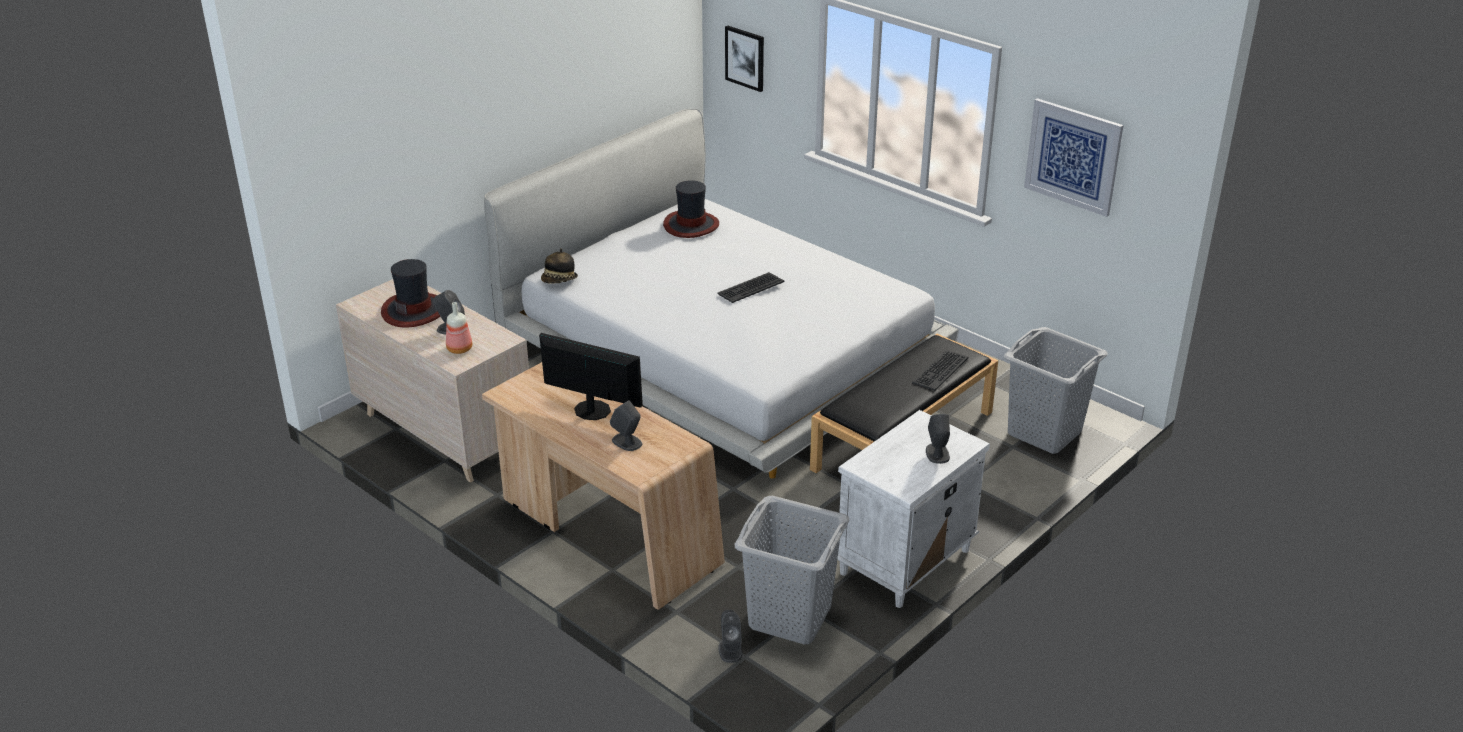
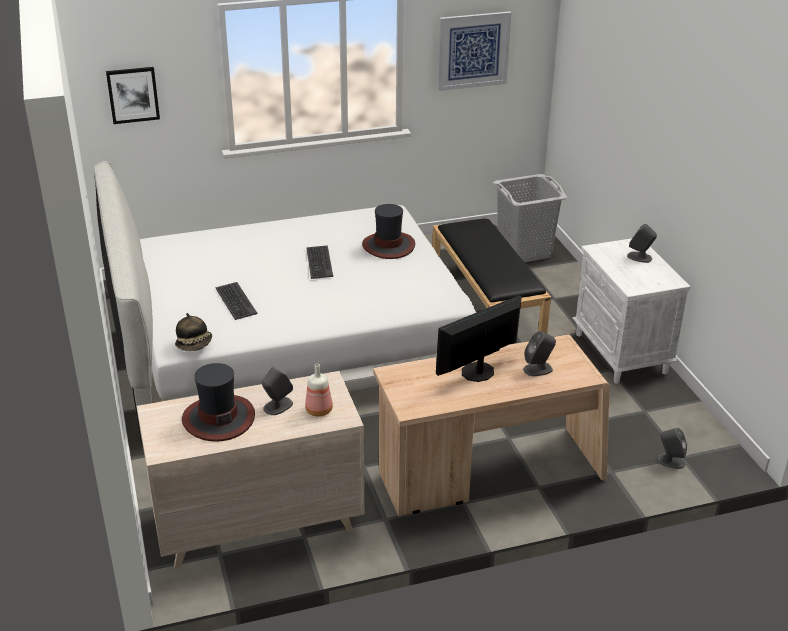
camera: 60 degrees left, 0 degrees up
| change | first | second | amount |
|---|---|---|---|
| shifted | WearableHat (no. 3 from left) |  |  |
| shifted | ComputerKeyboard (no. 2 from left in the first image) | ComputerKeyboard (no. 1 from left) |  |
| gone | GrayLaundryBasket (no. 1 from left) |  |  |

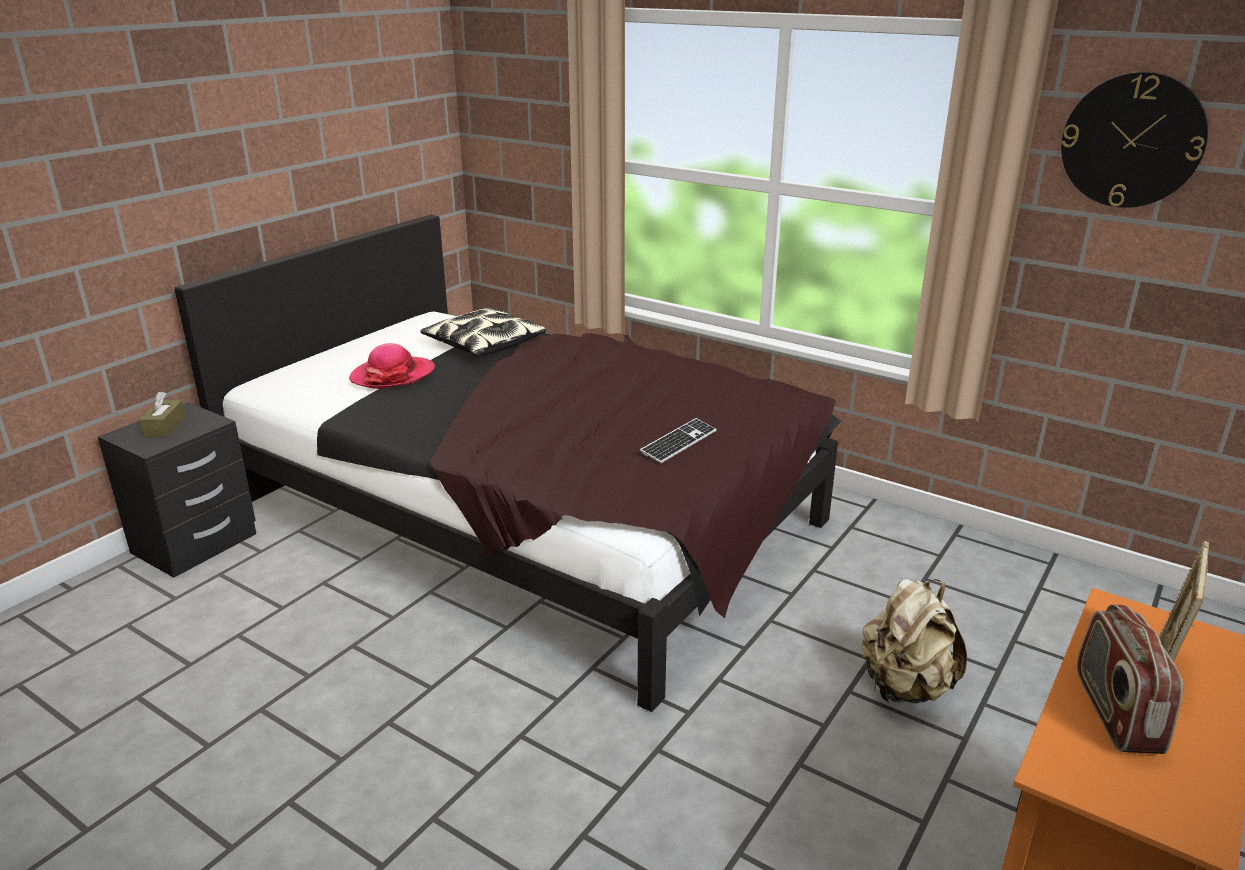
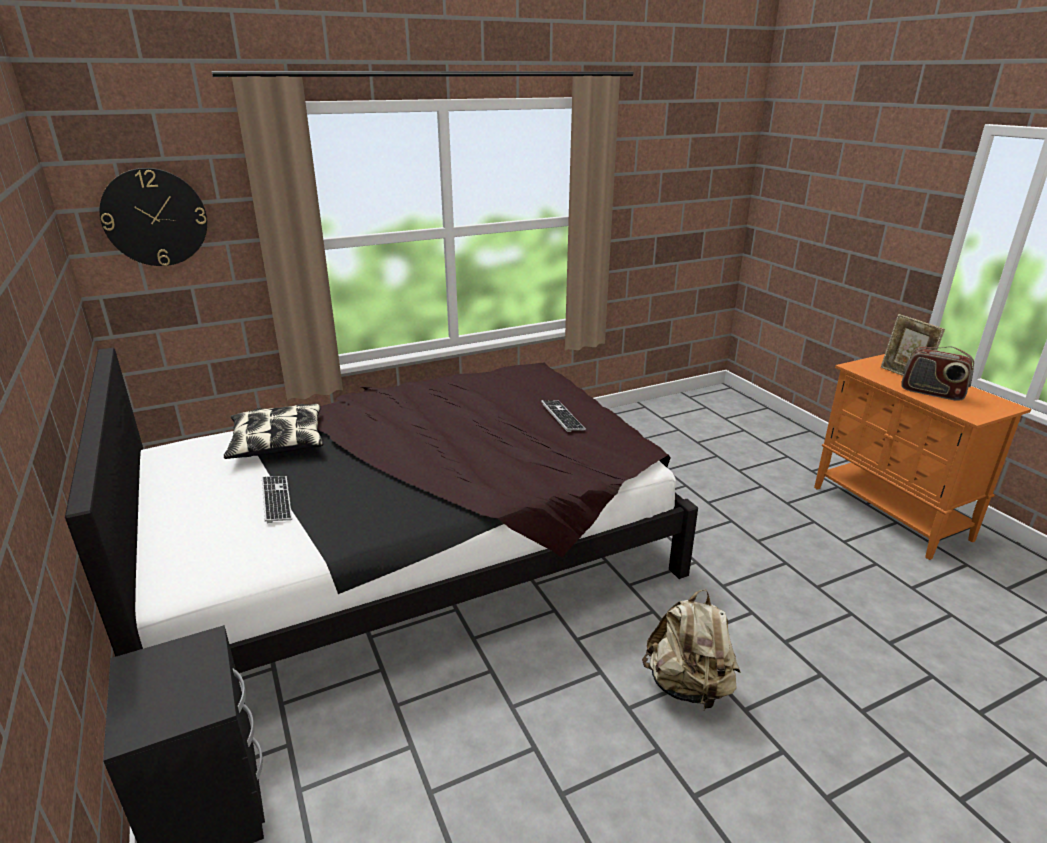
camera: 60 degrees left, 0 degrees up
| change | first | second | amount |
|---|---|---|---|
| shifted | ClockOnTheWall |  |  |
| swapped | WearableHat | ComputerKeyboard (no. 1 from left) |  |
| gone | BrownishTissueBox |  |  |
| shifted | BeigeColouredKnapsack |  |  |

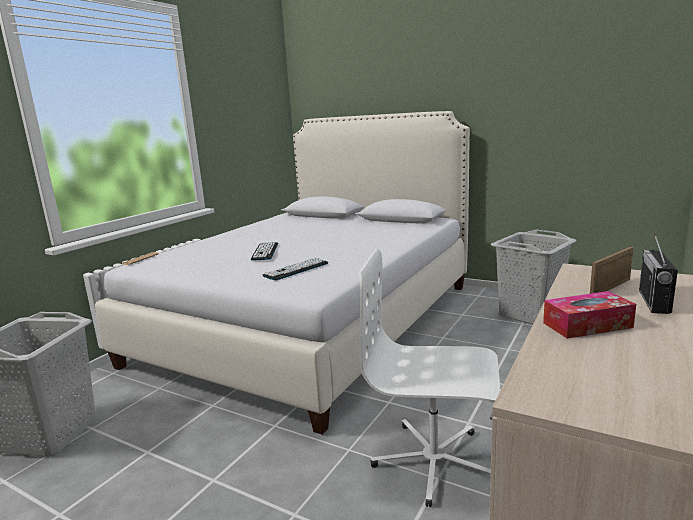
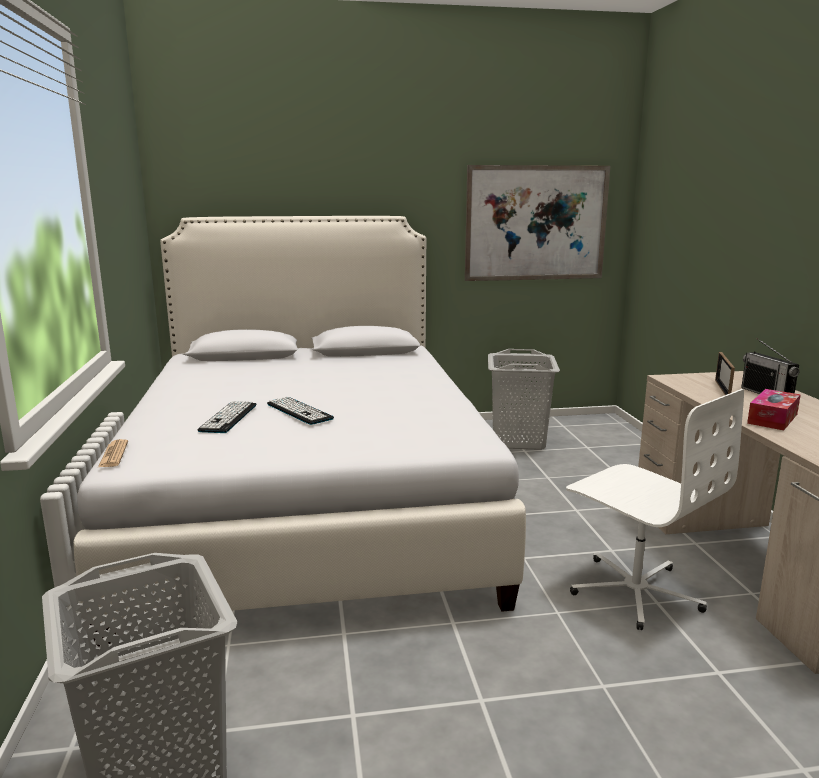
camera: 40 degrees left, 0 degrees up
| change | first | second | amount |
|---|---|---|---|
| rotated | WhiteColouredComputerChair |  | 105 degrees counterclockwise |
| shifted | ComputerKeyboard (no. 2 from left in the first image) | ComputerKeyboard (no. 1 from left) |  |
| new |  | WallArt |  |

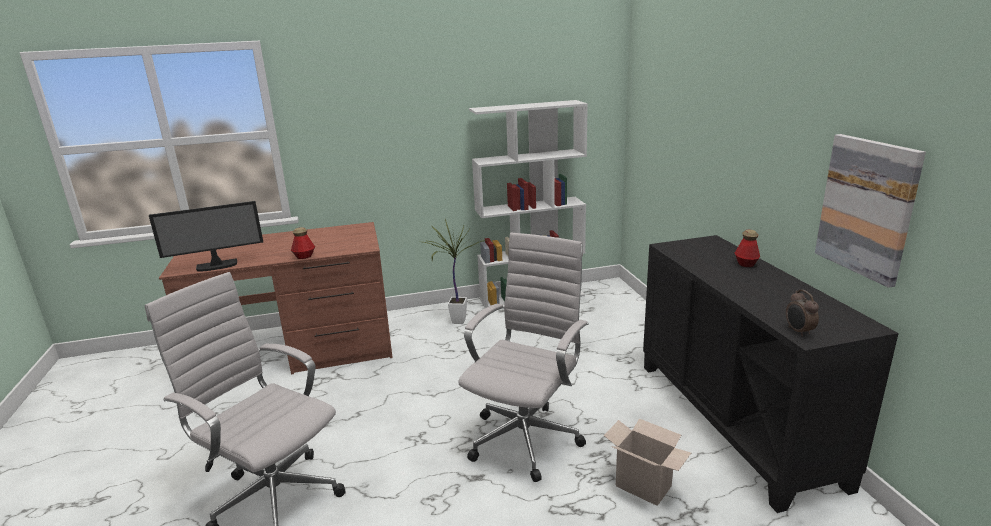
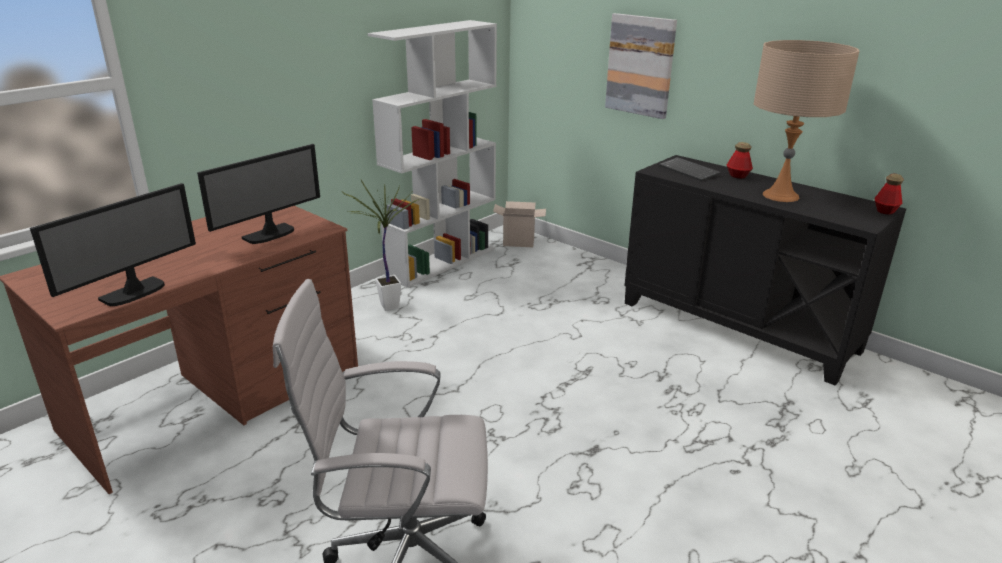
camera: 35 degrees left, 5 degrees up
| change | first | second | amount |
|---|---|---|---|
| shifted | WallArt |  |  |
| shifted | BeverageBottle (no. 1 from left in the first image) | BeverageBottle (no. 2 from left) |  |
| gone | WhiteColouredComputerChair (no. 2 from left) |  |  |
| gone | BedsideClock |  |  |
| shifted | Carton |  |  |
| new |  | BeigeColouredLampForATable |  |
| new |  | ComputerScreen (no. 2 from left) |  |
| new |  | ComputerKeyboard |  |

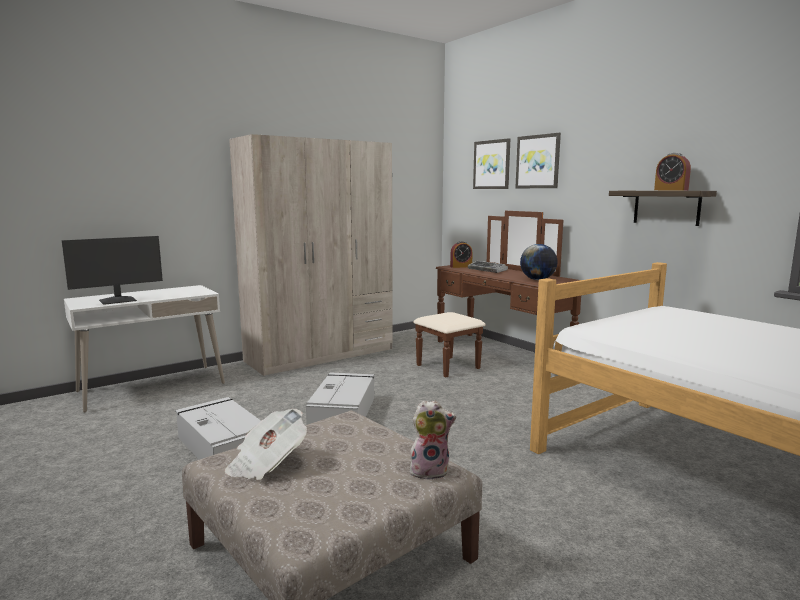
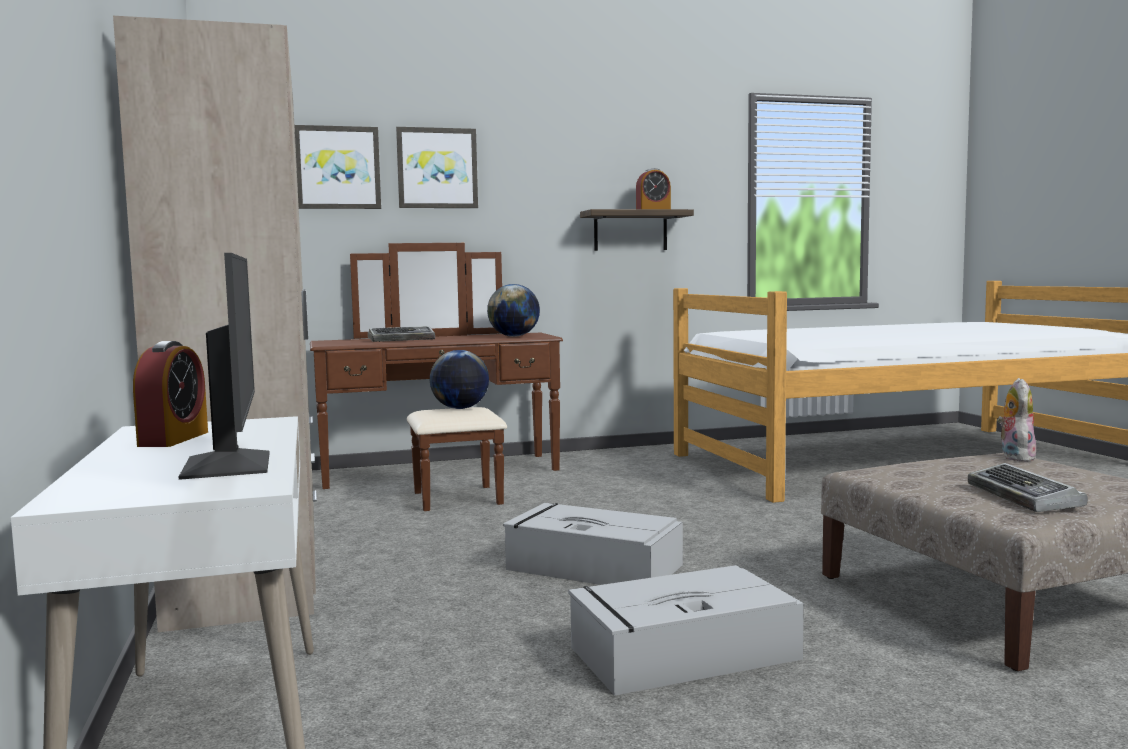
camera: 70 degrees left, 5 degrees down
| change | first | second | amount |
|---|---|---|---|
| shifted | BedsideClock (no. 1 from left) |  |  |
| swapped | DailyPaper | ComputerKeyboard (no. 2 from left) |  |
| new |  | Globe (no. 1 from left) |  |

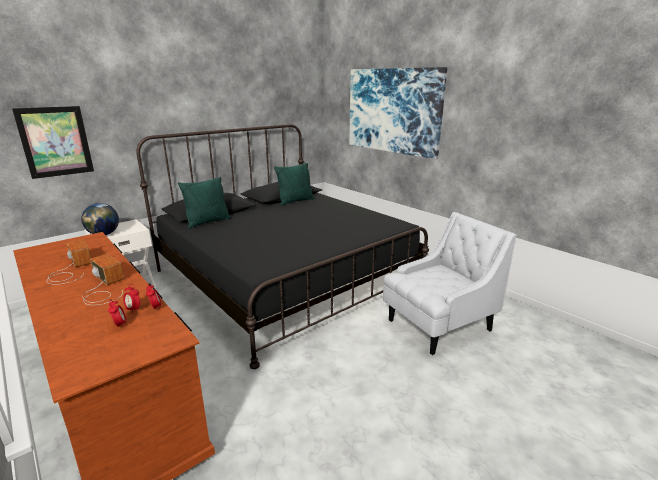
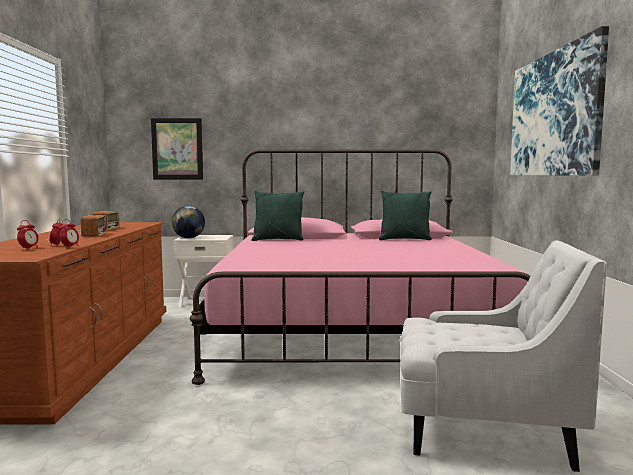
camera: 40 degrees right, 15 degrees down
| change | first | second | amount |
|---|---|---|---|
| repainted | BlackColouredSleepingBed | PinkSleepingBed |  |

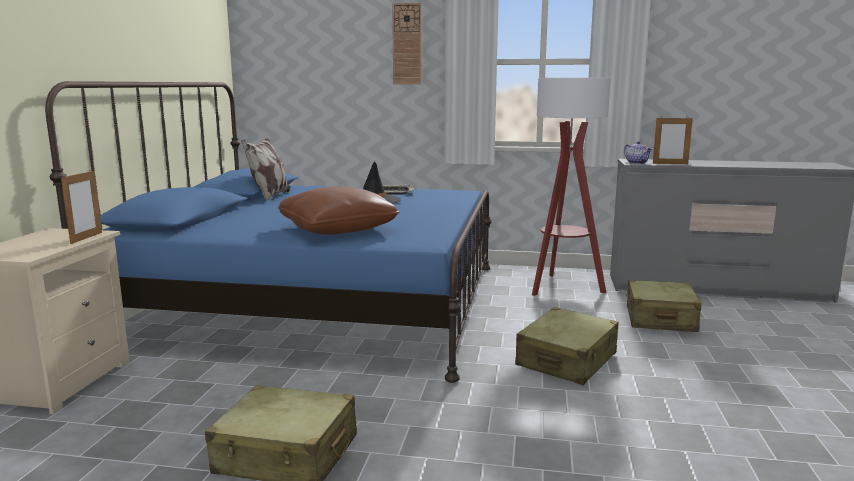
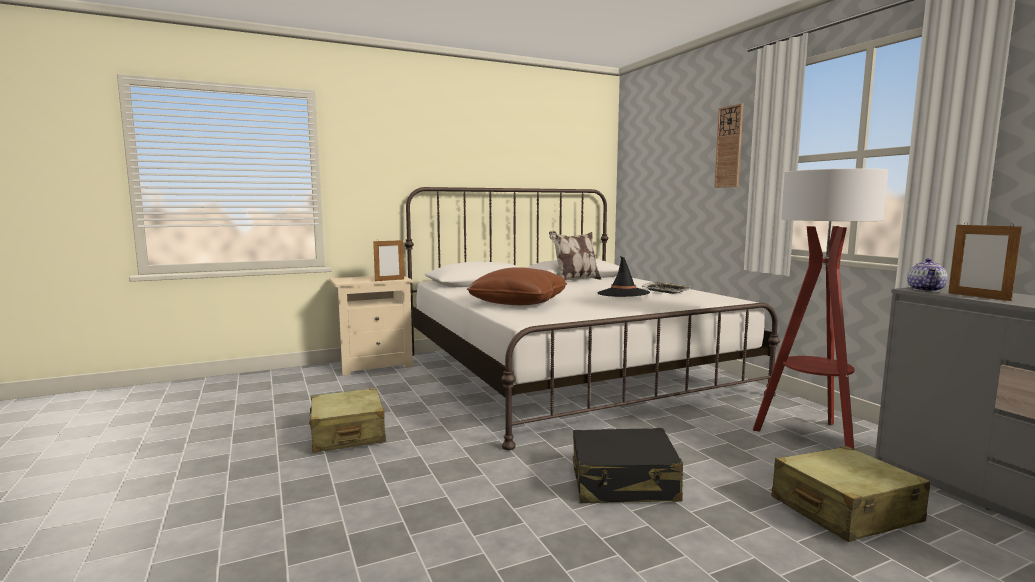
camera: 55 degrees right, 5 degrees down
| change | first | second | amount |
|---|---|---|---|
| repainted | BlueColouredSleepingBed | WhiteColouredSleepingBed |  |
| repainted | BeigeColouredSuitcase (no. 2 from left) | BlackColouredSuitcase |  |

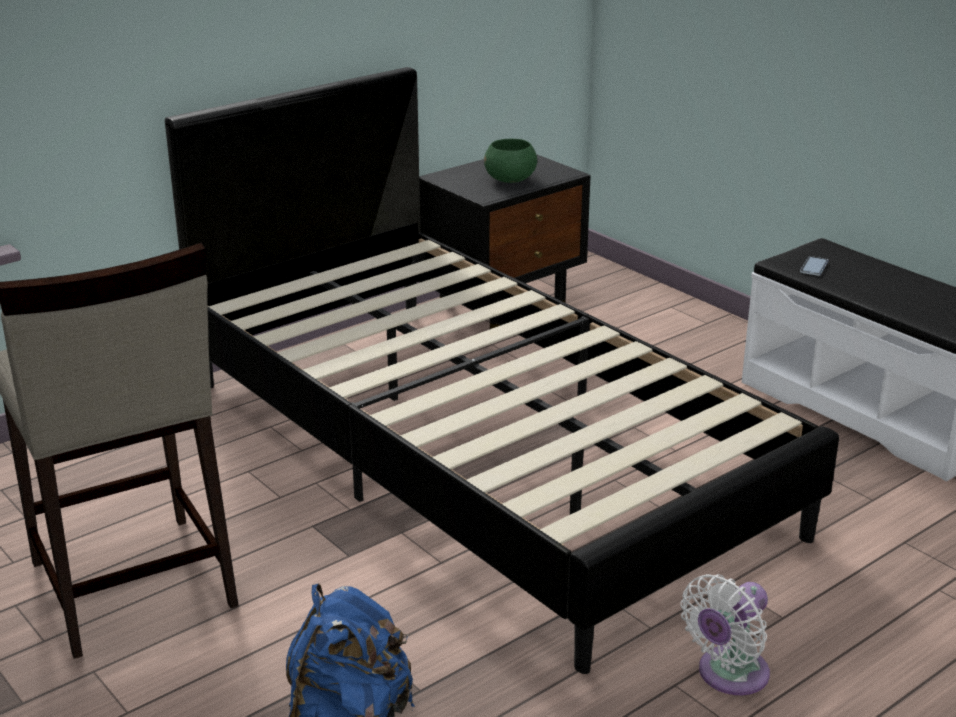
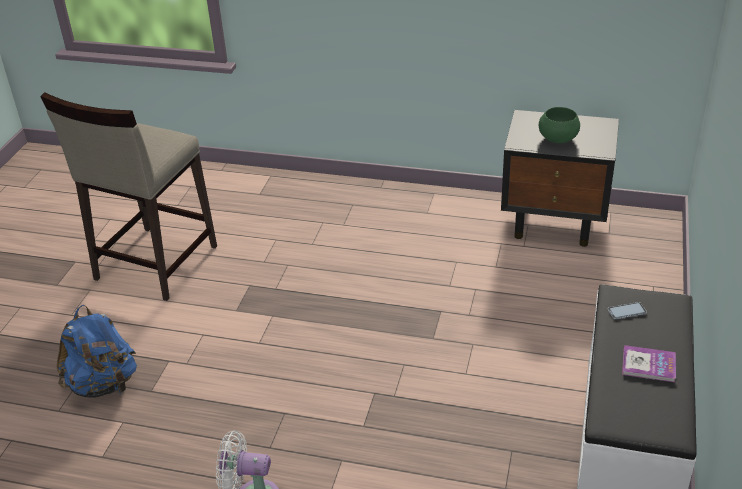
camera: 55 degrees right, 10 degrees up
| change | first | second | amount |
|---|---|---|---|
| gone | BlackColouredSleepingBed |  |  |
| new |  | Book |  |

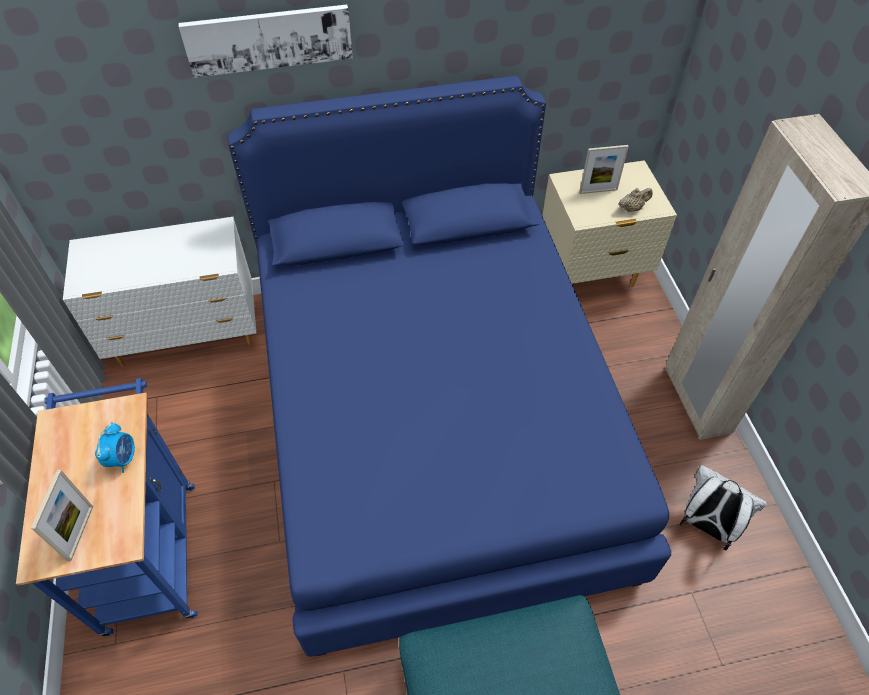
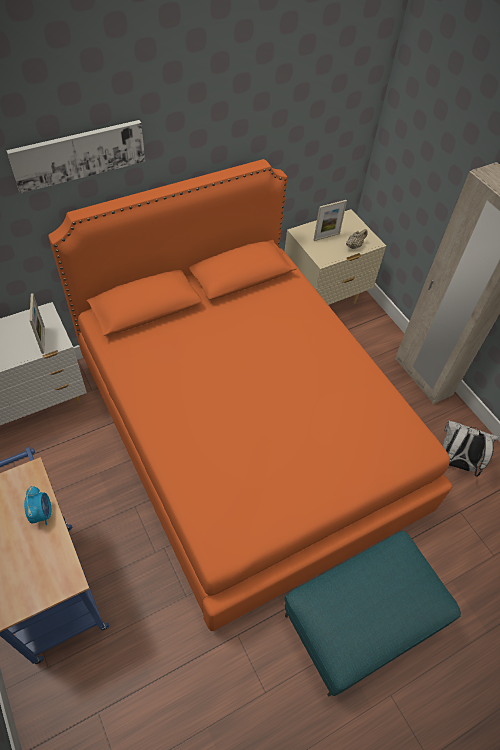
camera: 20 degrees left, 0 degrees up
| change | first | second | amount |
|---|---|---|---|
| repainted | BlueColouredSleepingBed | OrangeSleepingBed |  |
| shifted | StandingFrame (no. 1 from left) |  |  |

